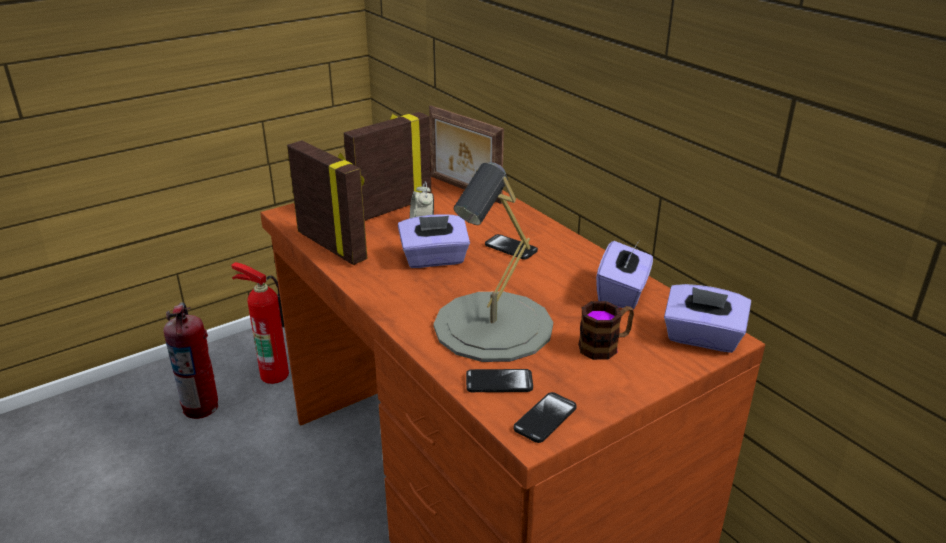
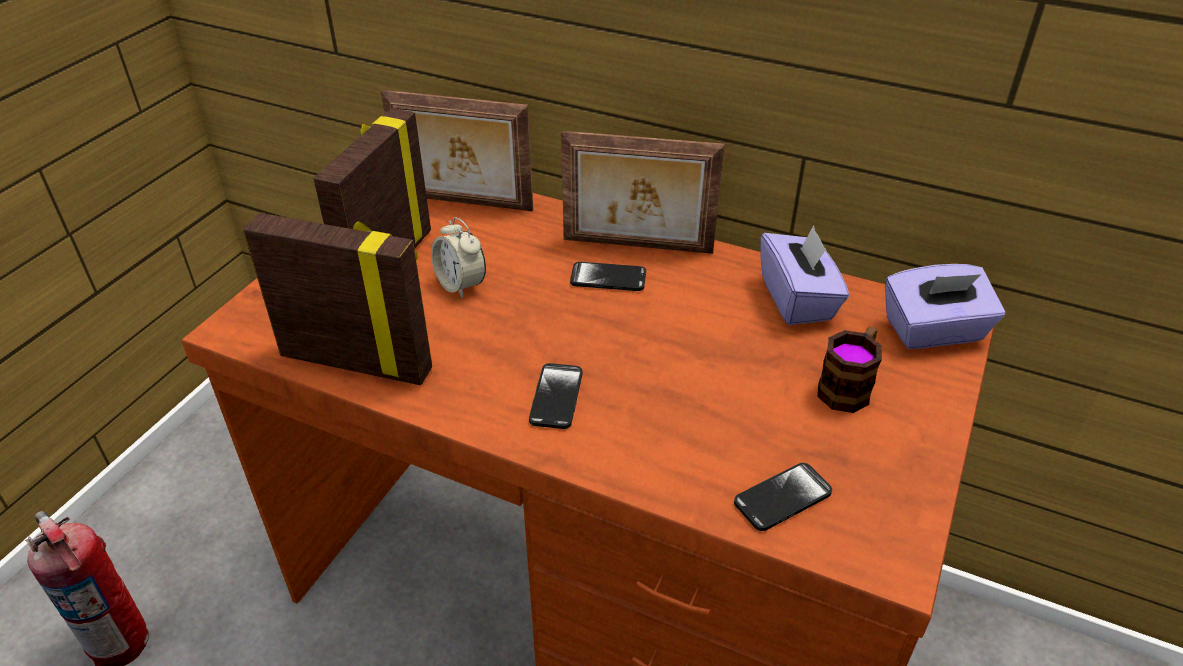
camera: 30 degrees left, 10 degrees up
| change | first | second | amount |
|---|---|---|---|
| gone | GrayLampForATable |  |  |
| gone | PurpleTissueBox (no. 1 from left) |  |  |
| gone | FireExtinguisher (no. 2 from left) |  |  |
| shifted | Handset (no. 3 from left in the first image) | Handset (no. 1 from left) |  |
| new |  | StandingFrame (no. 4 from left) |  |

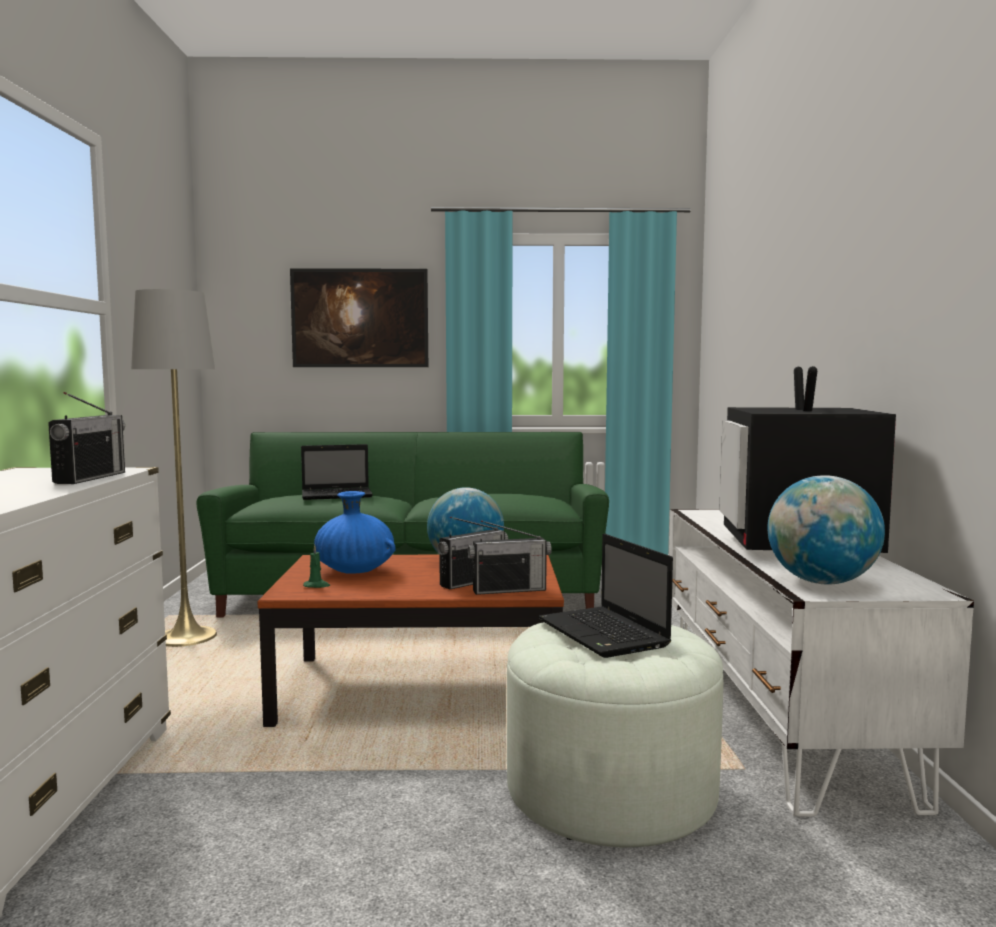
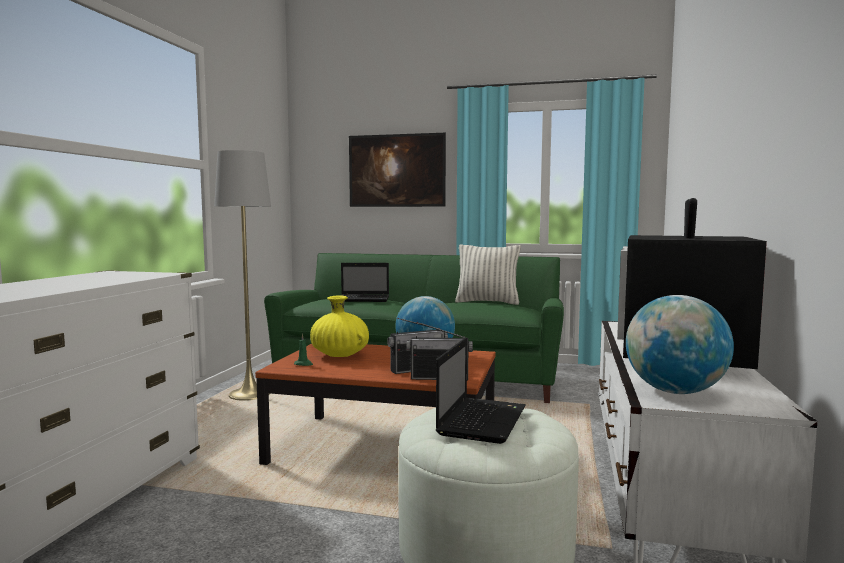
camera: 15 degrees right, 0 degrees up
| change | first | second | amount |
|---|---|---|---|
| gone | RadioSet (no. 1 from left) |  |  |
| repainted | BlueColouredFlowerVase | YellowFlowerVase |  |
| rotated | PortableComputer (no. 2 from left) |  | 150 degrees counterclockwise |
| new |  | Cushion |  |

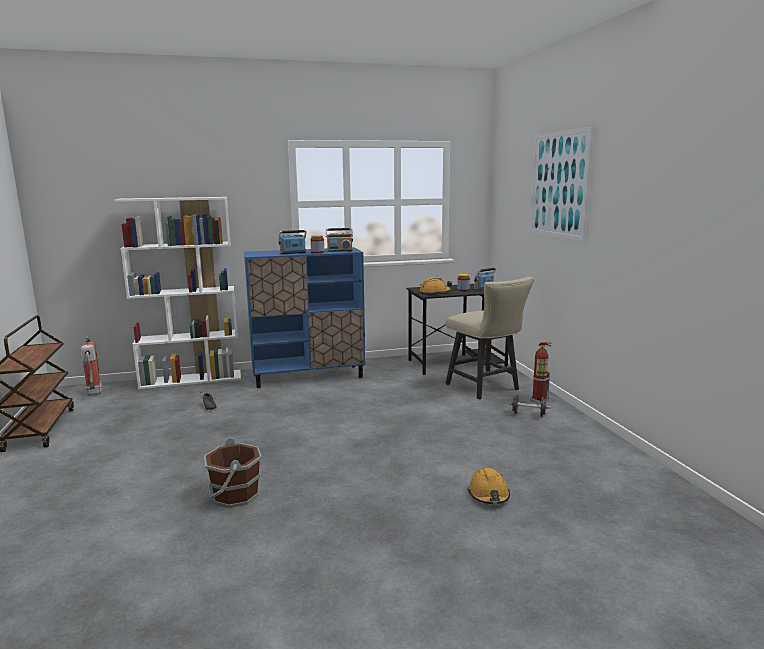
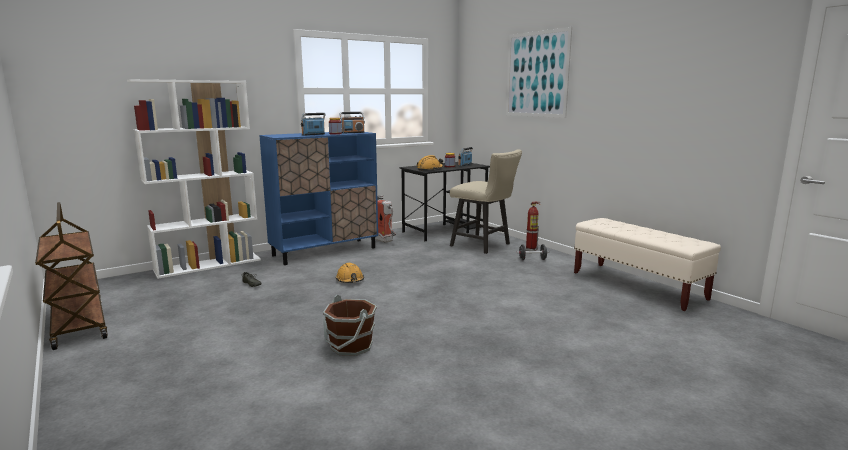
camera: 20 degrees left, 0 degrees up
| change | first | second | amount |
|---|---|---|---|
| shifted | FireExtinguisher (no. 1 from left) |  |  |
| shifted | OrangeSafetyHelmet (no. 2 from left in the first image) | OrangeSafetyHelmet (no. 1 from left) |  |
| new |  | BeigeColouredBench |  |

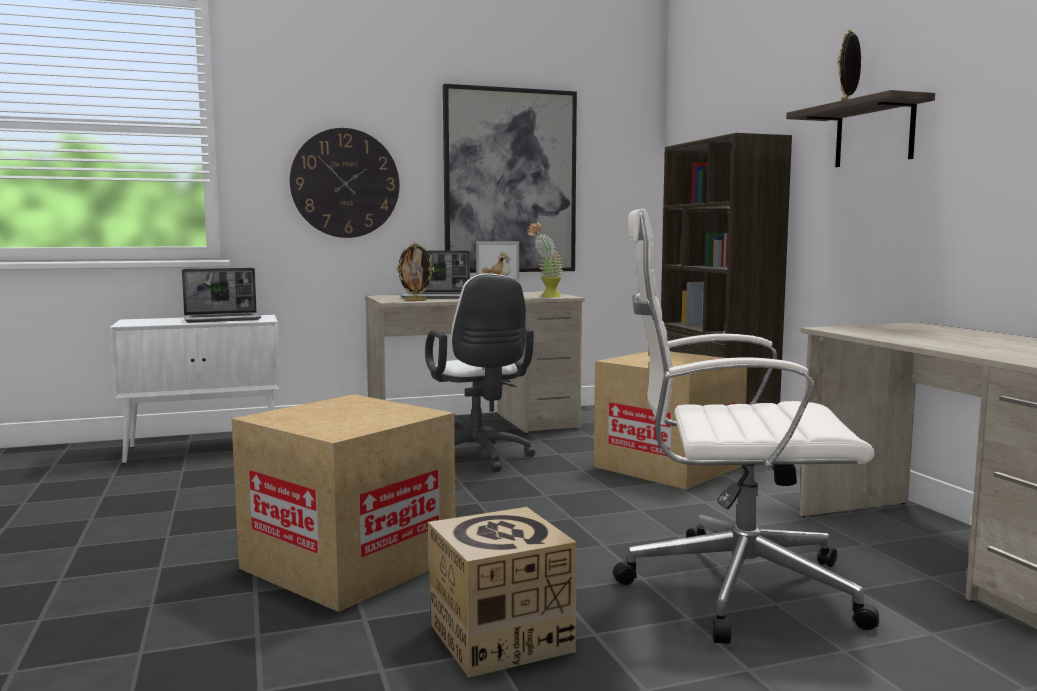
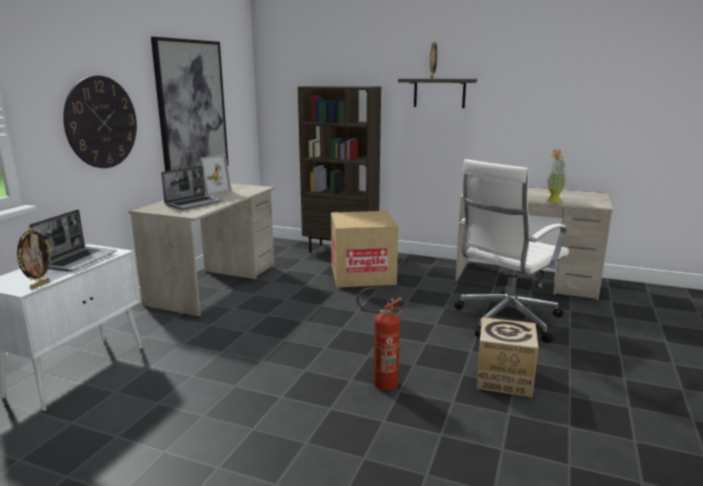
camera: 50 degrees left, 10 degrees up
| change | first | second | amount |
|---|---|---|---|
| shifted | PottedPlant |  |  |
| shifted | StandingFrame (no. 1 from left) |  |  |
| gone | WhiteColouredComputerChair (no. 1 from left) |  |  |
| swapped | Carton (no. 1 from left) | FireExtinguisher |  |

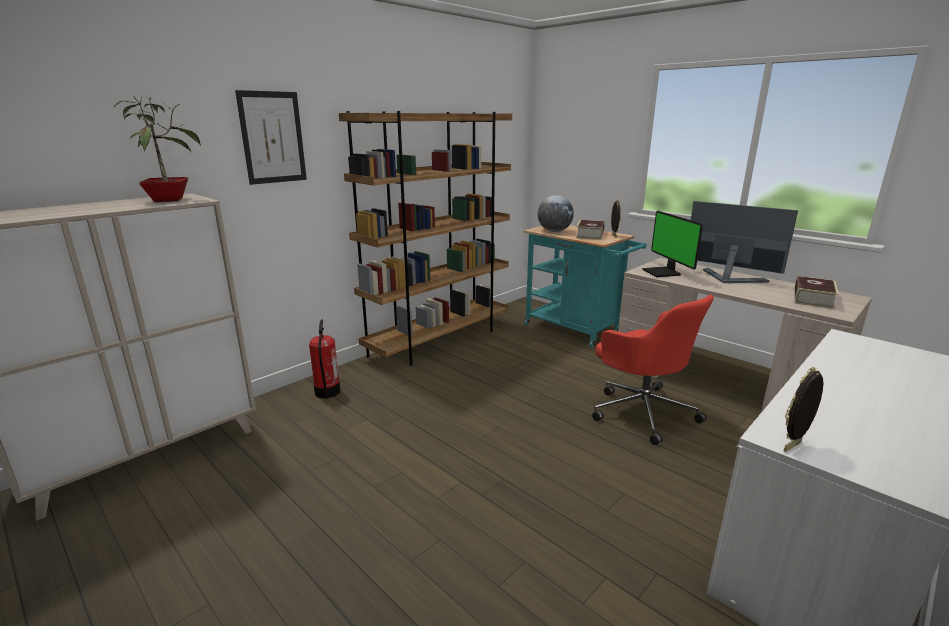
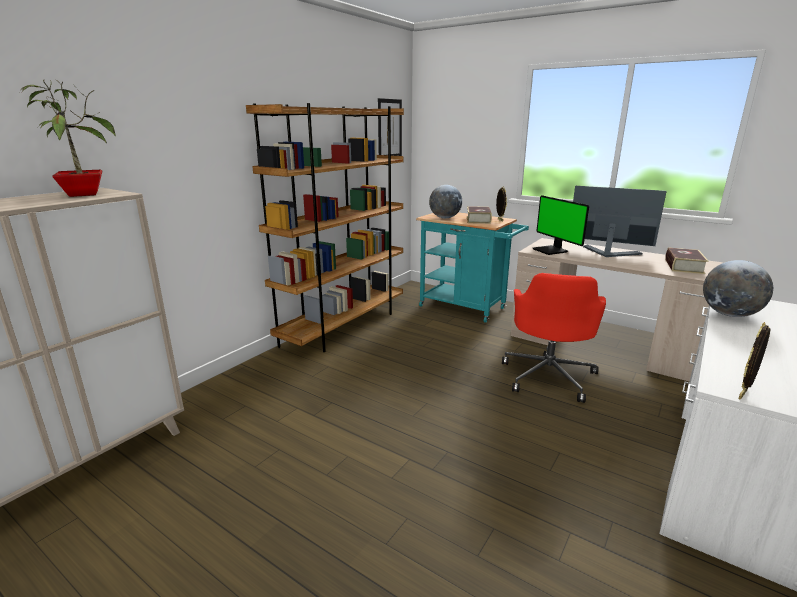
camera: 10 degrees left, 0 degrees up
| change | first | second | amount |
|---|---|---|---|
| shifted | WallArt |  |  |
| rotated | RedColouredComputerChair |  | 60 degrees clockwise |
| gone | FireExtinguisher |  |  |
| new |  | Globe (no. 2 from left) |  |

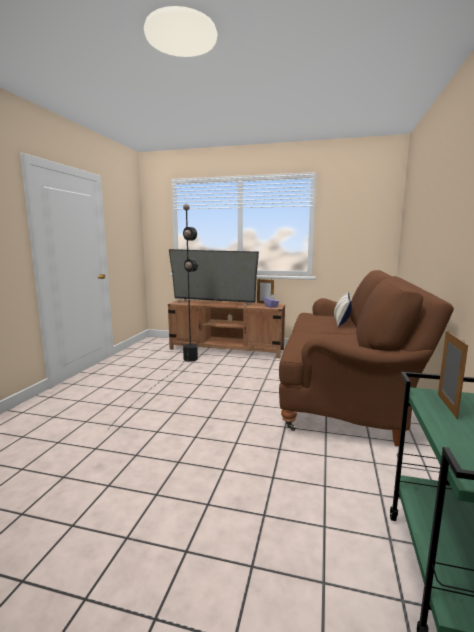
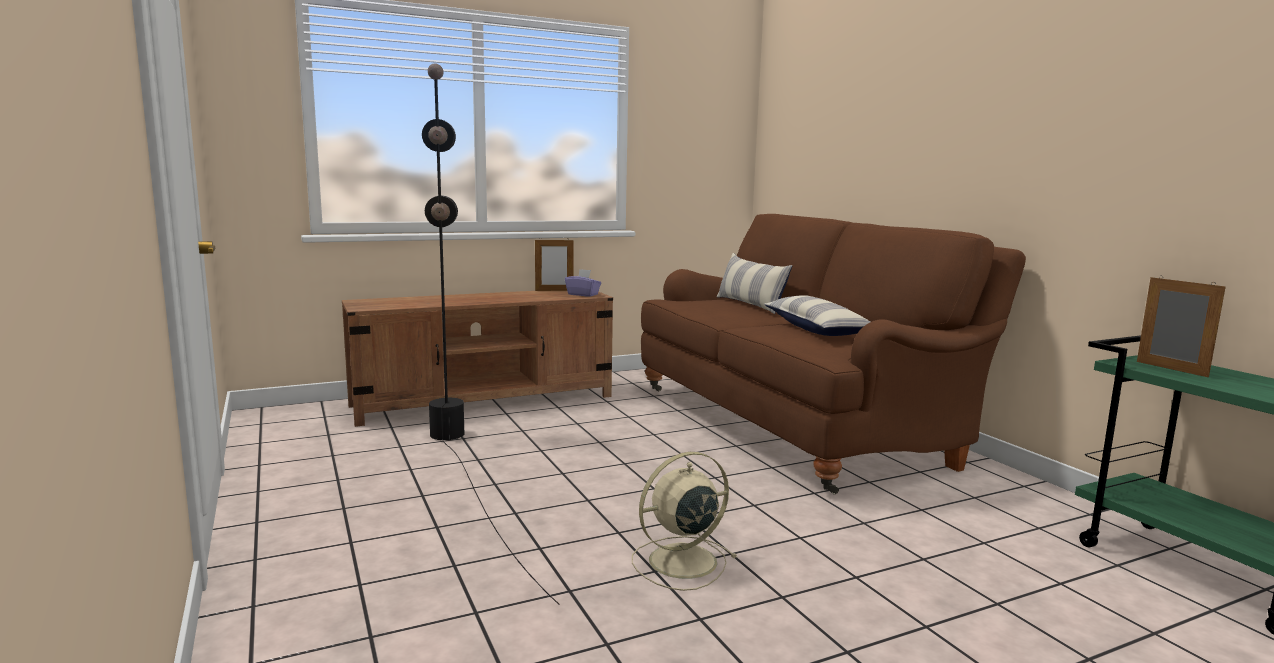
camera: 40 degrees left, 0 degrees up
| change | first | second | amount |
|---|---|---|---|
| gone | Tv |  |  |
| new |  | Cushion (no. 2 from left) |  |
| new |  | BeigeColouredElectricFan |  |

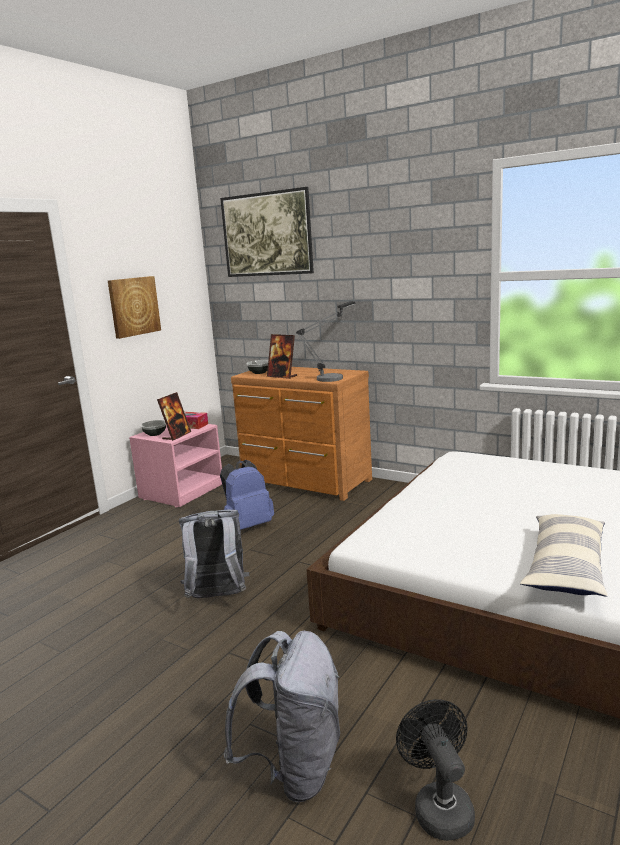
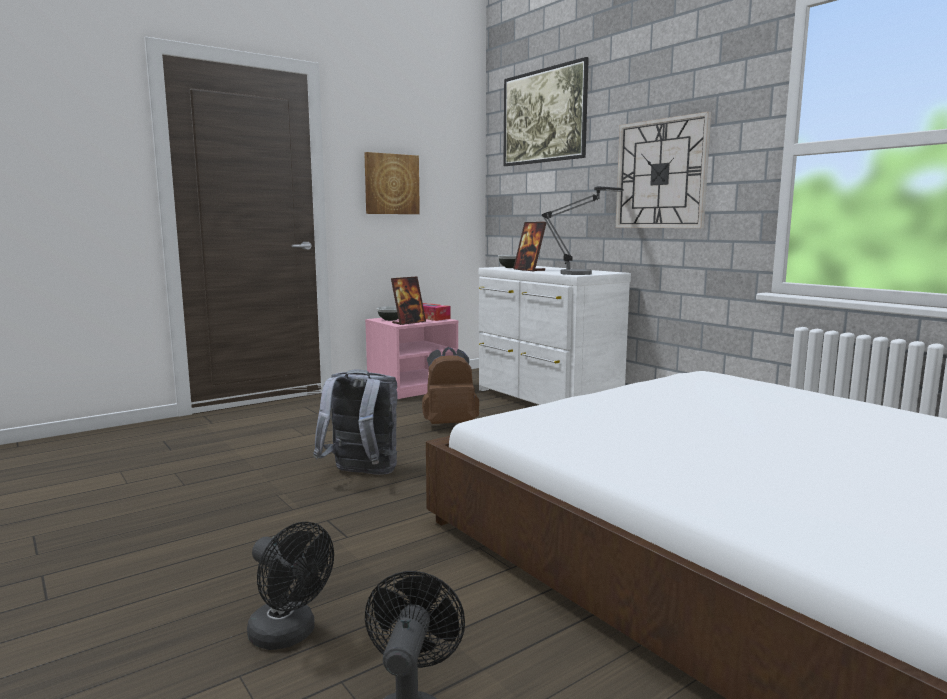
camera: 20 degrees right, 5 degrees down
| change | first | second | amount |
|---|---|---|---|
| repainted | BrownishDrawerChest | WhiteColouredDrawerChest |  |
| repainted | BlueColouredKnapsack | BrownishKnapsack |  |
| gone | Cushion |  |  |
| swapped | GrayKnapsack (no. 2 from left) | BlackColouredElectricFan (no. 1 from left) |  |
| new |  | ClockOnTheWall |  |

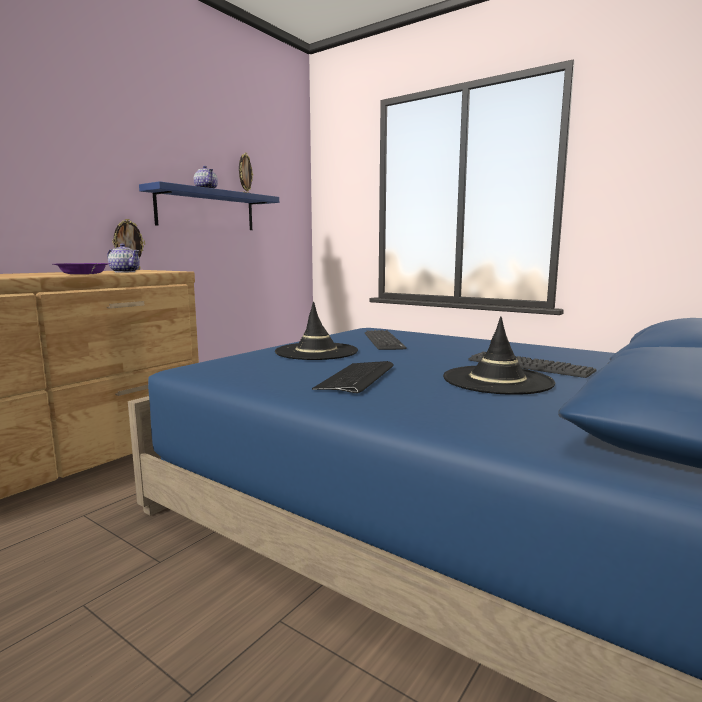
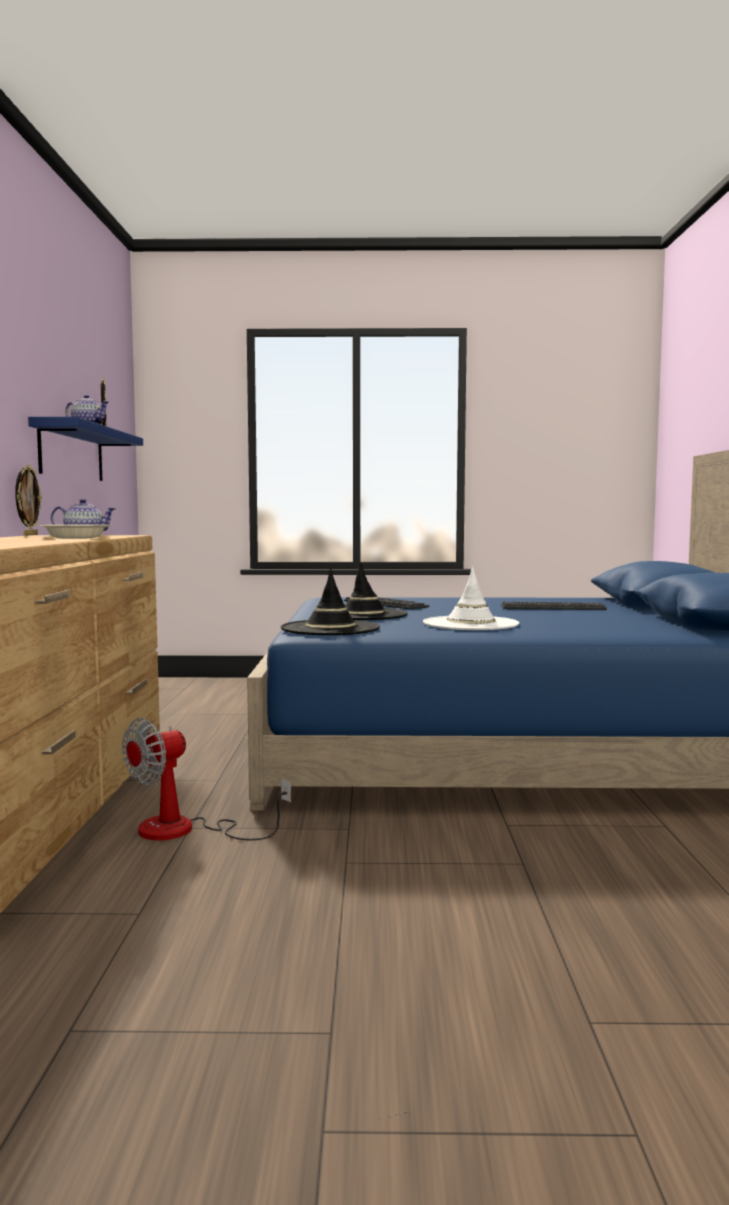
camera: 35 degrees left, 5 degrees down
| change | first | second | amount |
|---|---|---|---|
| repainted | PurpleDeepDish | BeigeColouredDeepDish |  |
| shifted | BlackColouredWearableHat (no. 2 from left in the first image) | BlackColouredWearableHat (no. 1 from left) |  |
| swapped | ComputerKeyboard (no. 1 from left) | WhiteColouredWearableHat |  |
| new |  | ElectricFan |  |

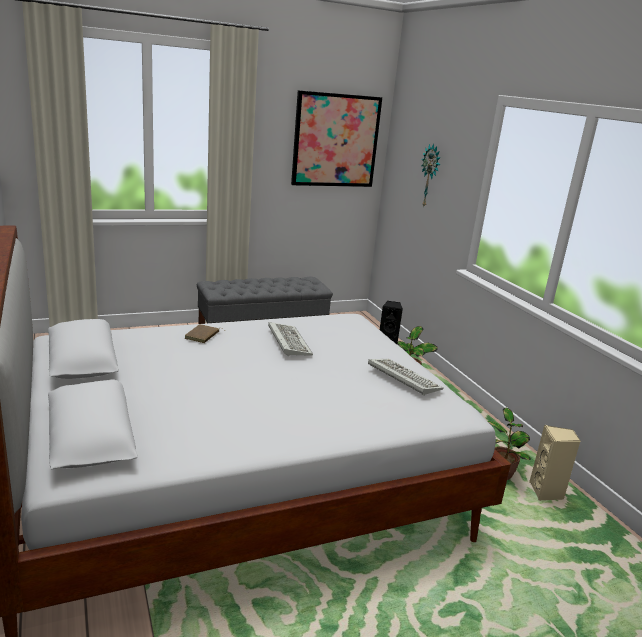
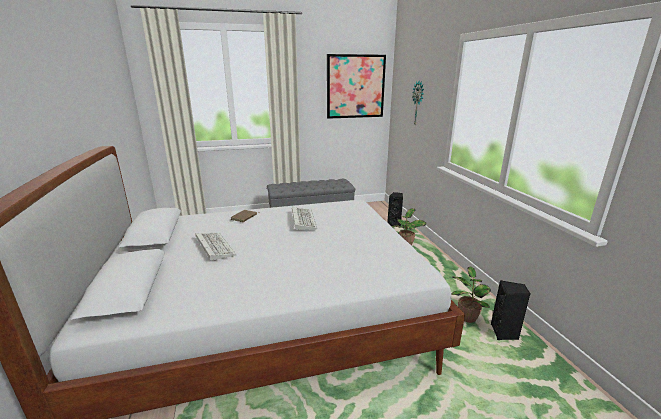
camera: 10 degrees right, 0 degrees up
| change | first | second | amount |
|---|---|---|---|
| shifted | ComputerKeyboard (no. 2 from left in the first image) | ComputerKeyboard (no. 1 from left) |  |
| repainted | BeigeColouredLoudspeaker | BlackColouredLoudspeaker (no. 2 from left) |  |

